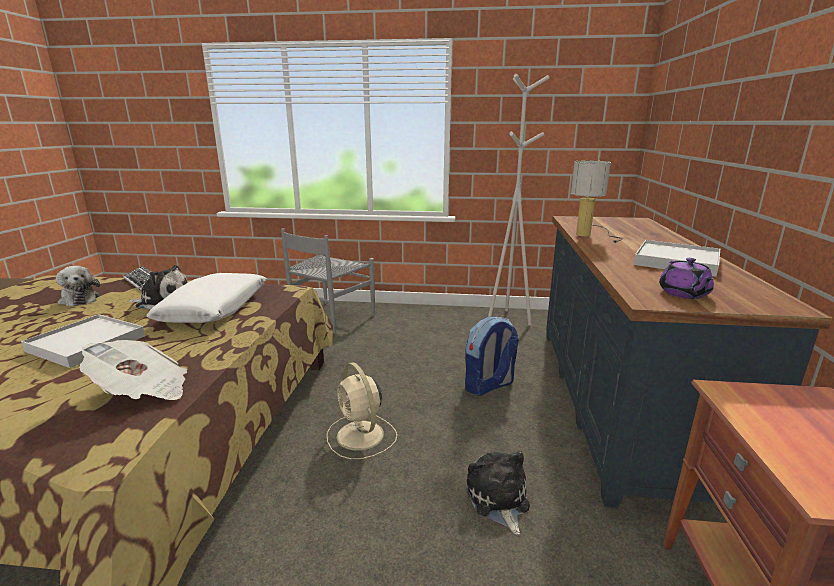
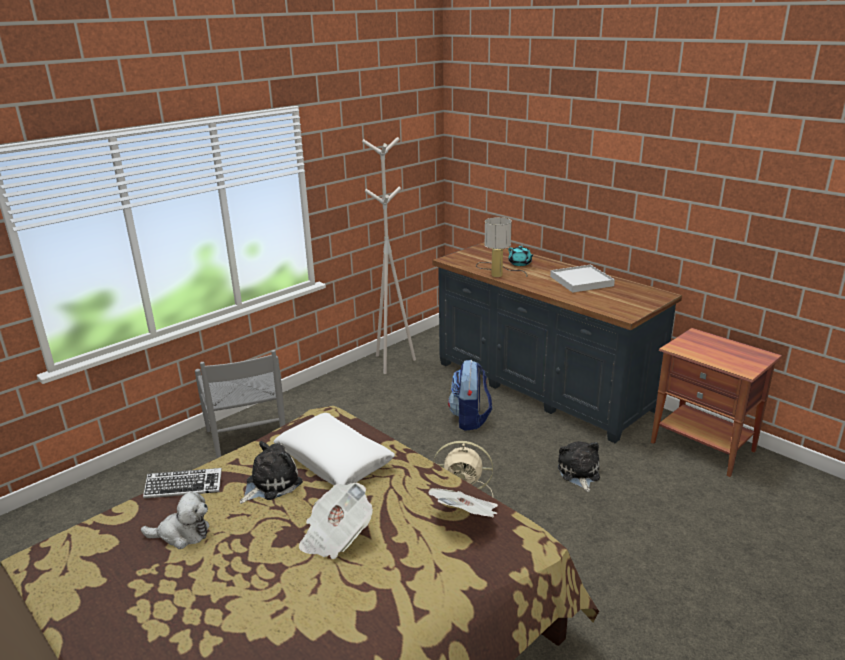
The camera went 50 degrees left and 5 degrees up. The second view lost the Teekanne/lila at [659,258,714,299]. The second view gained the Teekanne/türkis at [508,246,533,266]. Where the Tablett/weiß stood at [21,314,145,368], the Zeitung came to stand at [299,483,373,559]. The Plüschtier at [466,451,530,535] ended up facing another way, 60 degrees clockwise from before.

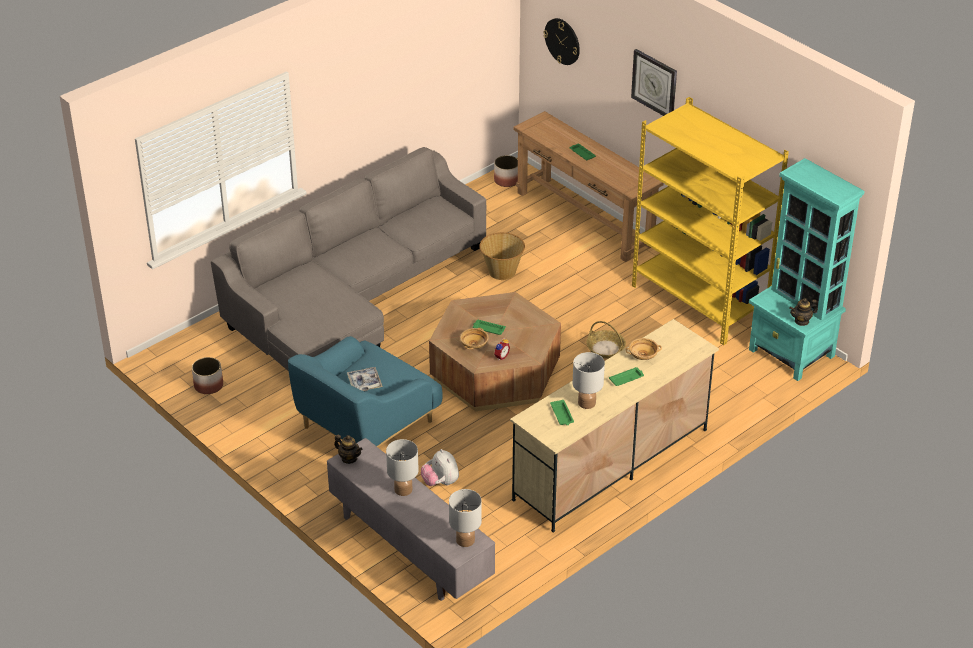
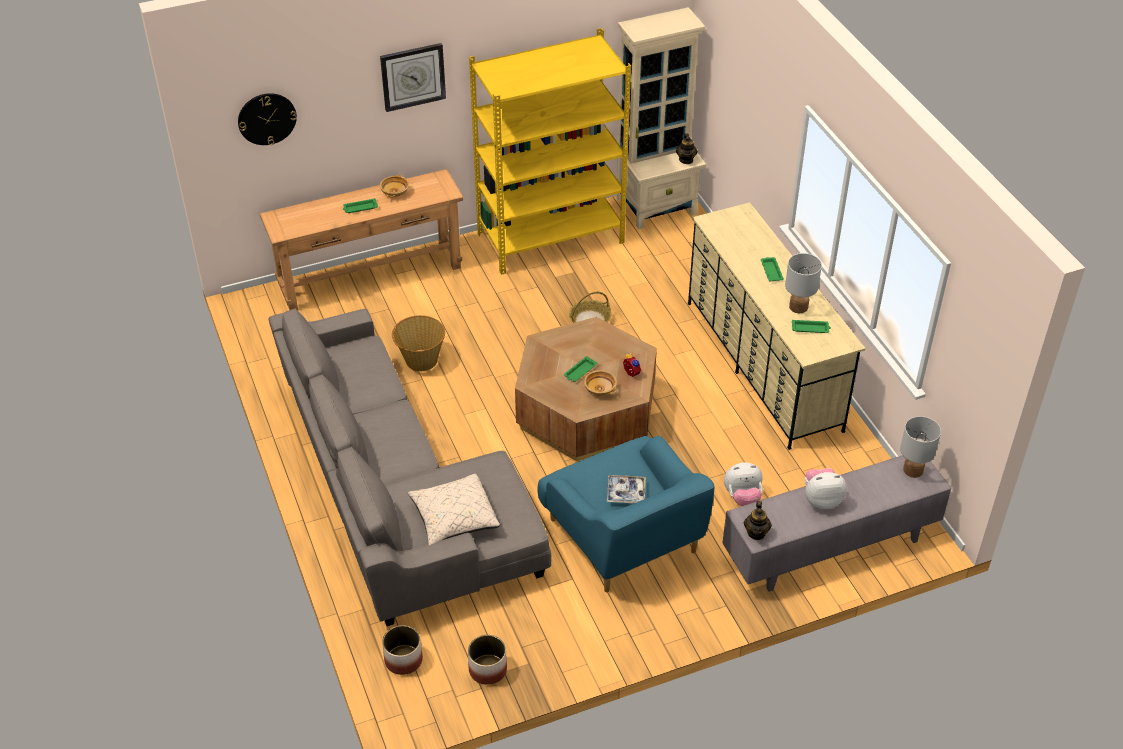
The camera went 70 degrees left and 5 degrees up. The second view gained the Kissen/beige at [408,473,500,545]. The Pflanzkübel ended up elsewhere, having gone from [494,155,518,187] to [382,625,423,675]. The Schüssel/beige ended up elsewhere, having gone from [626,338,662,360] to [380,175,409,197]. Where the Tischlampe/grau stood at [386,439,419,496], the Plüschtier came to stand at [805,468,847,509]. What was the Schrank/türkis at [749,158,865,381] turned into the Schrank/beige at [616,7,706,229]. The Teekanne at [334,435,362,464] ended up facing another way, 135 degrees clockwise from before.

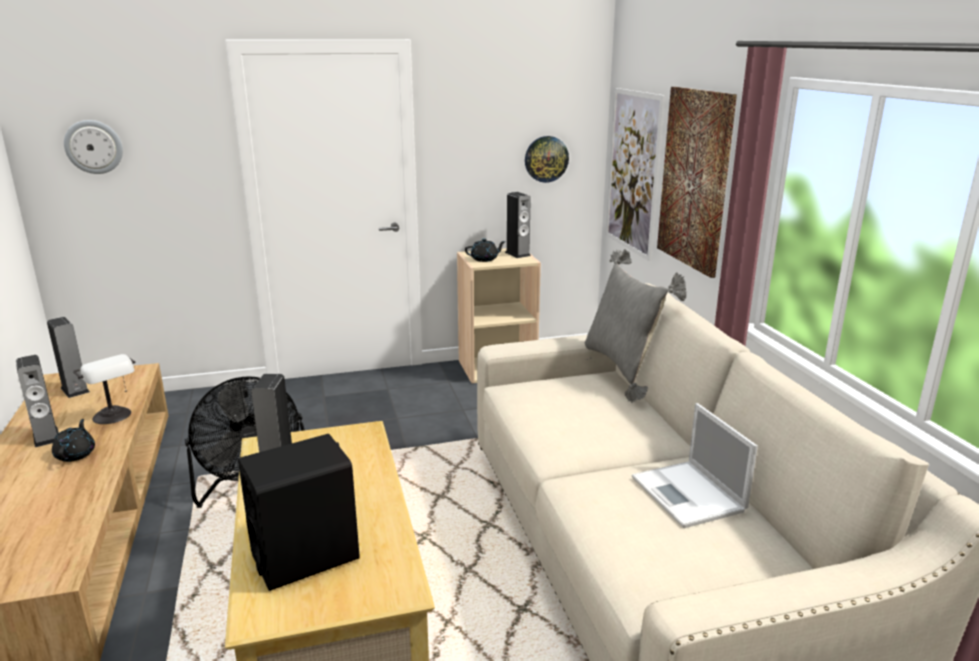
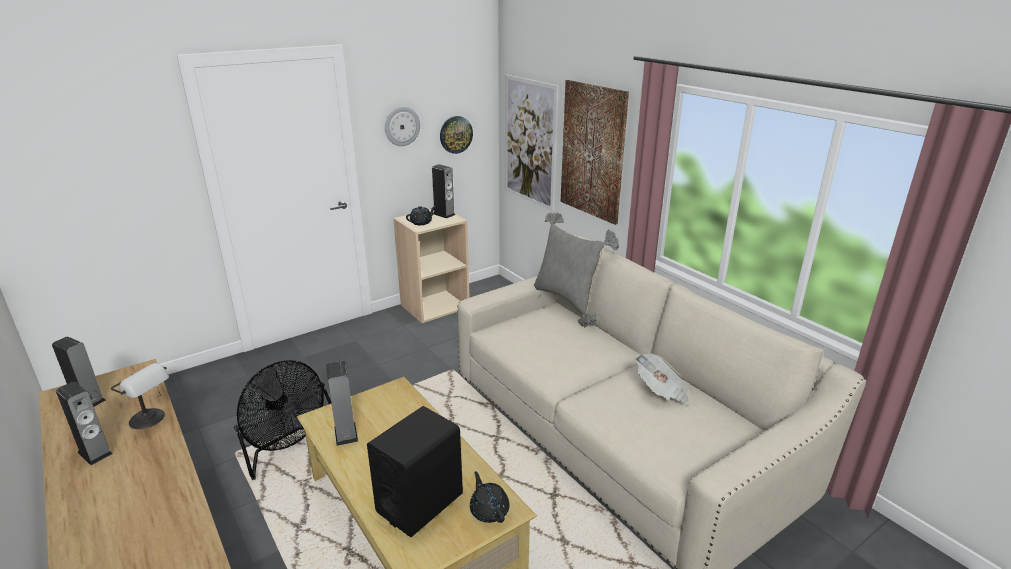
The camera went 20 degrees left and 5 degrees up. The Teekanne/schwarz ended up elsewhere, having gone from [52,419,95,462] to [470,471,510,523]. The Wanduhr ended up elsewhere, having gone from [64,120,123,174] to [385,107,420,146]. Where the Laptop stood at [632,403,758,528], the Zeitung came to stand at [635,353,689,405].

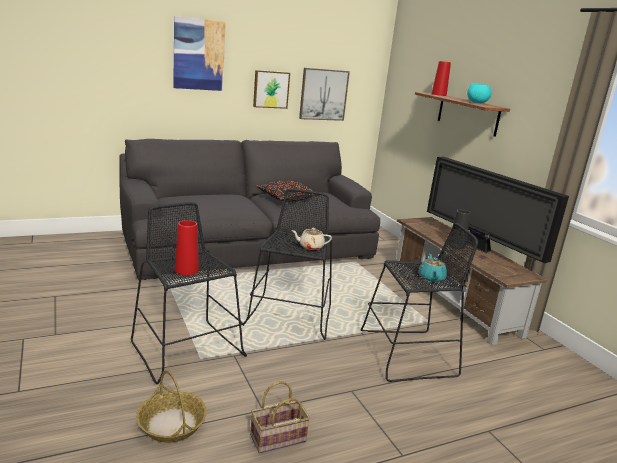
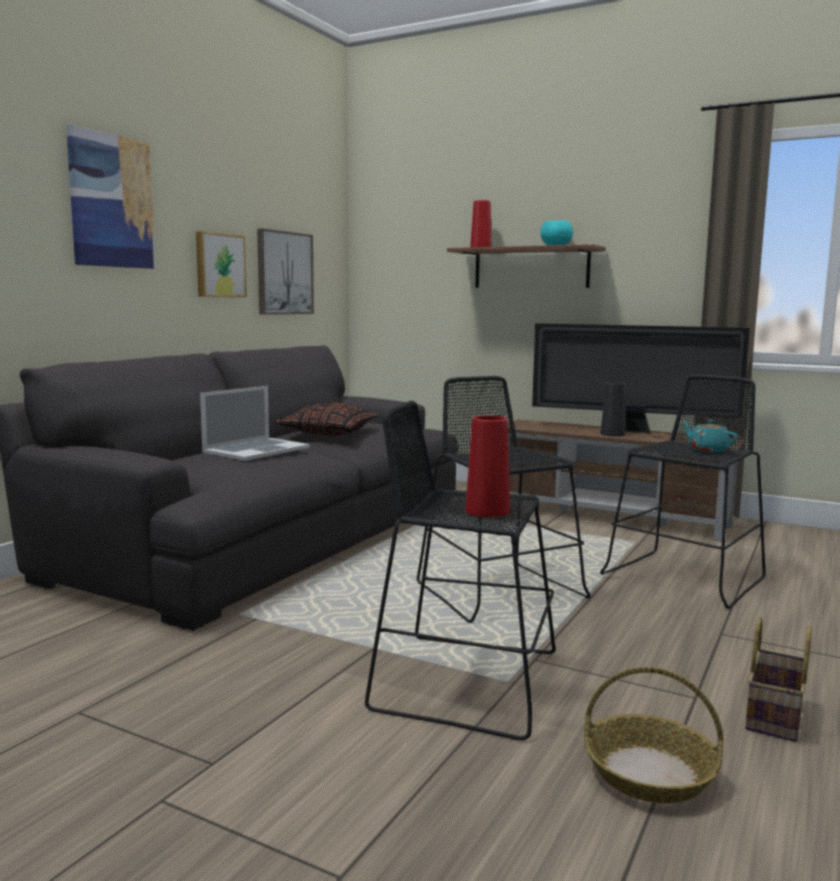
The camera went 35 degrees left and 10 degrees down. The second view lost the Teekanne/beige at [291,228,332,250]. The second view gained the Laptop at [200,386,310,461].

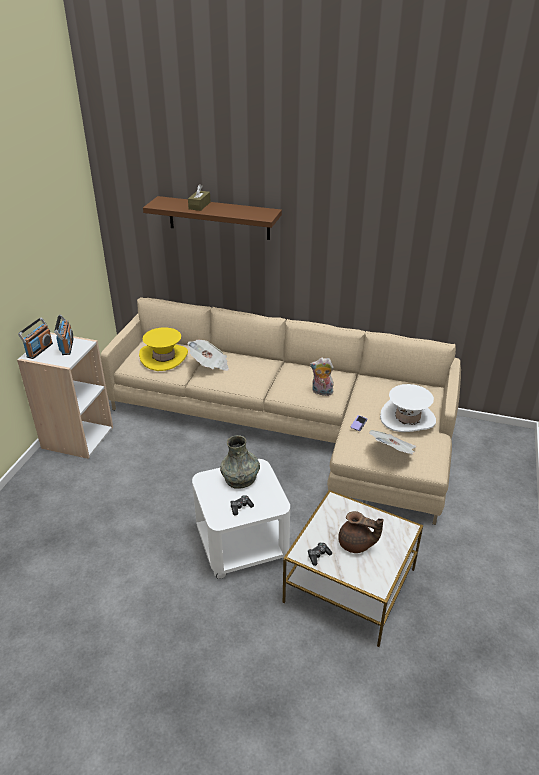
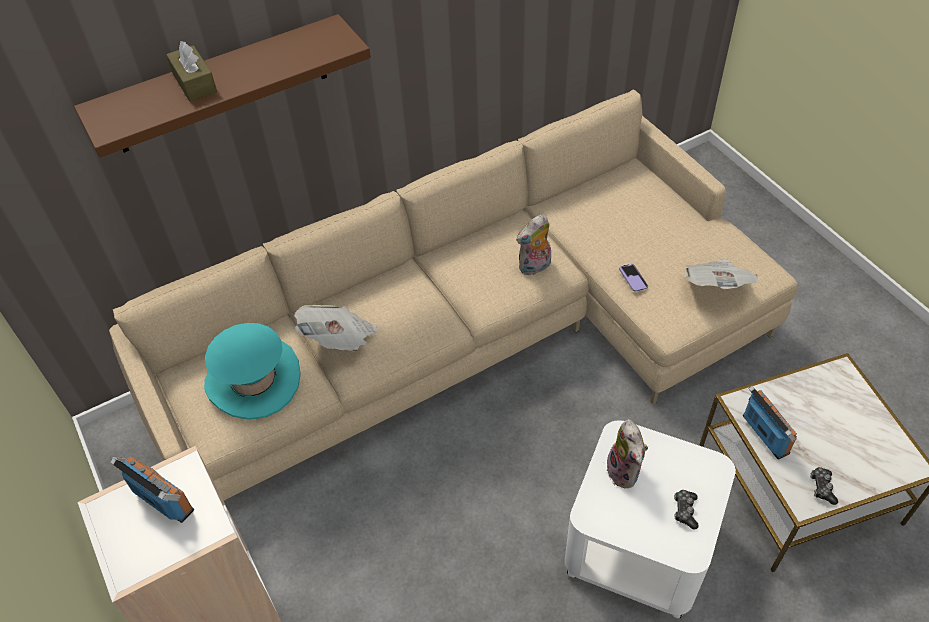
The camera went 45 degrees left and 15 degrees up. The second view lost the Teekanne/braun at [338,511,384,553]. The second view lost the Hut/weiß at [380,384,436,432]. The Radio ended up elsewhere, having gone from [18,317,53,359] to [743,386,797,459]. Where the Vase/grau stood at [220,435,260,489], the Plüschtier came to stand at [607,419,648,488]. What was the Hut/gelb at [139,327,188,371] turned into the Hut/türkis at [204,323,301,420].

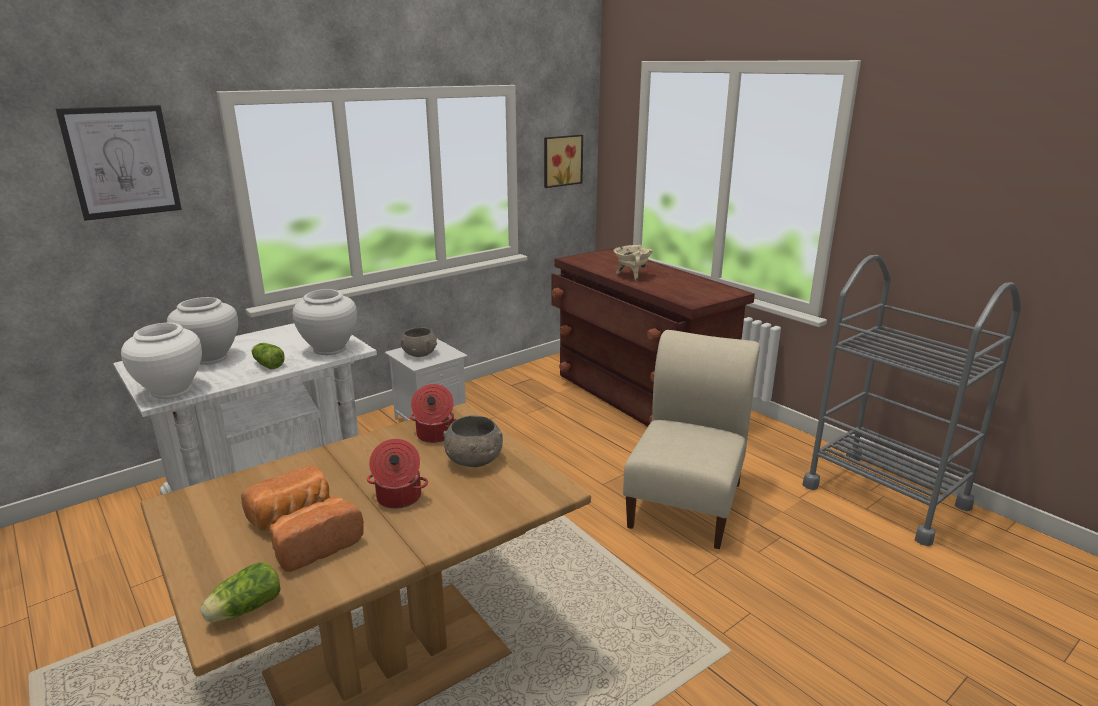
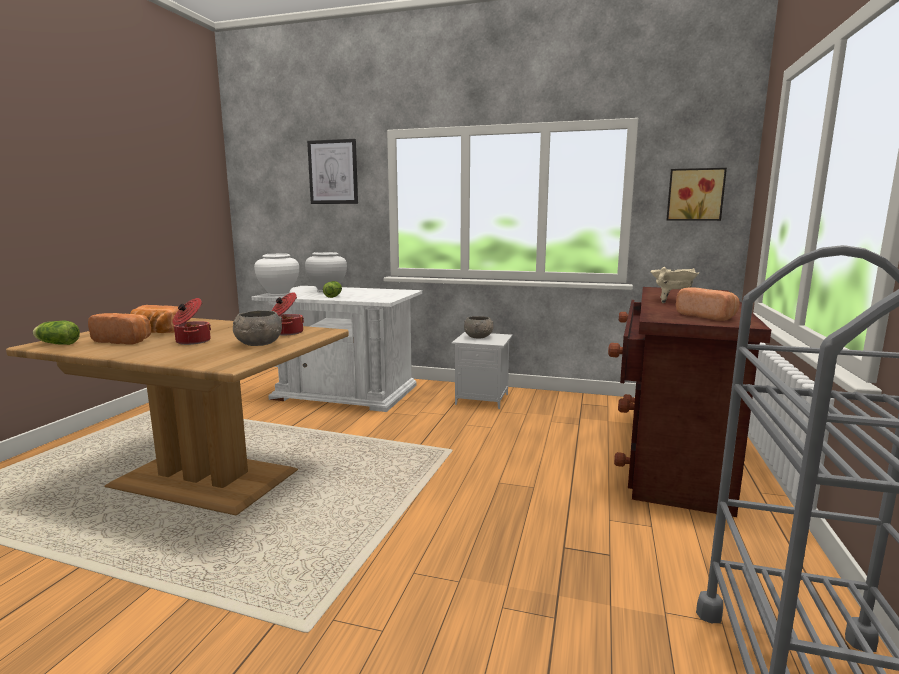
The camera went 55 degrees right and 10 degrees down. The second view lost the Vase/weiß at [292,289,357,355]. The second view lost the Stuhl/beige at [623,330,760,549]. The second view gained the Brot at [676,287,740,321].

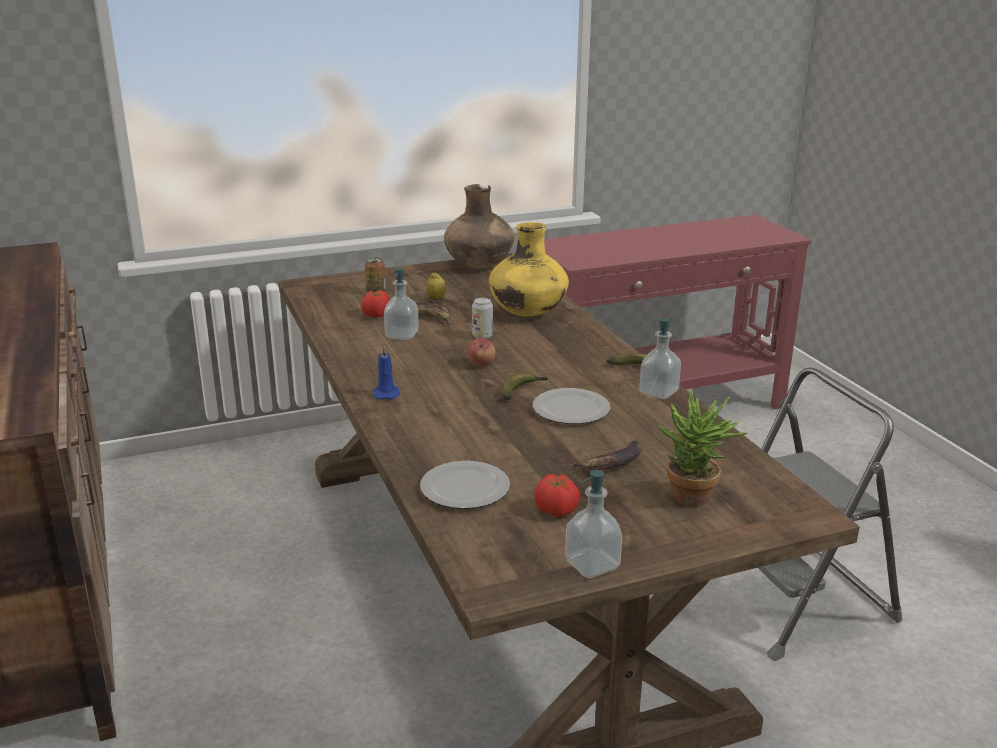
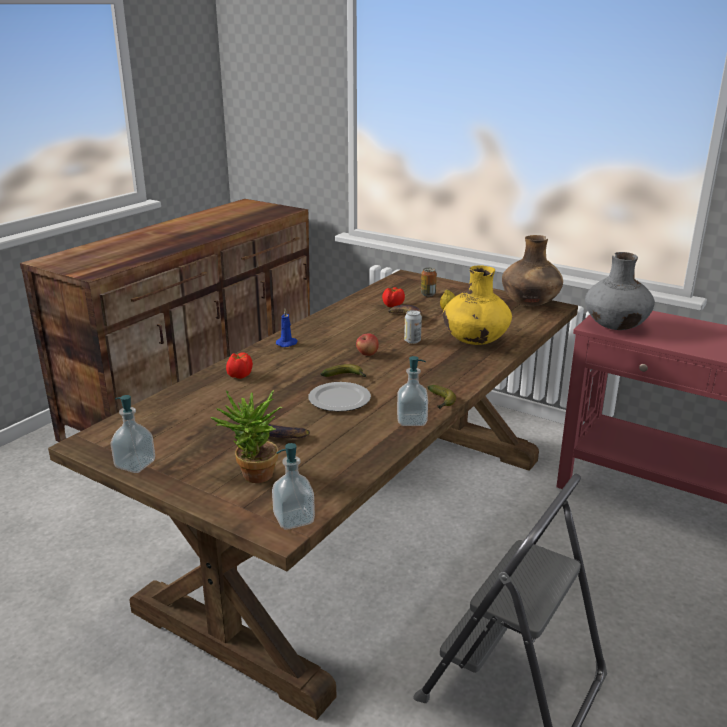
The camera went 55 degrees right and 0 degrees up. The second view lost the Teller at [420,461,510,509]. The second view gained the Vase/grau at [585,252,655,330]. The Seifenspender ended up elsewhere, having gone from [384,268,419,340] to [272,443,315,530]. The Tomate ended up elsewhere, having gone from [534,474,580,517] to [226,353,253,379].

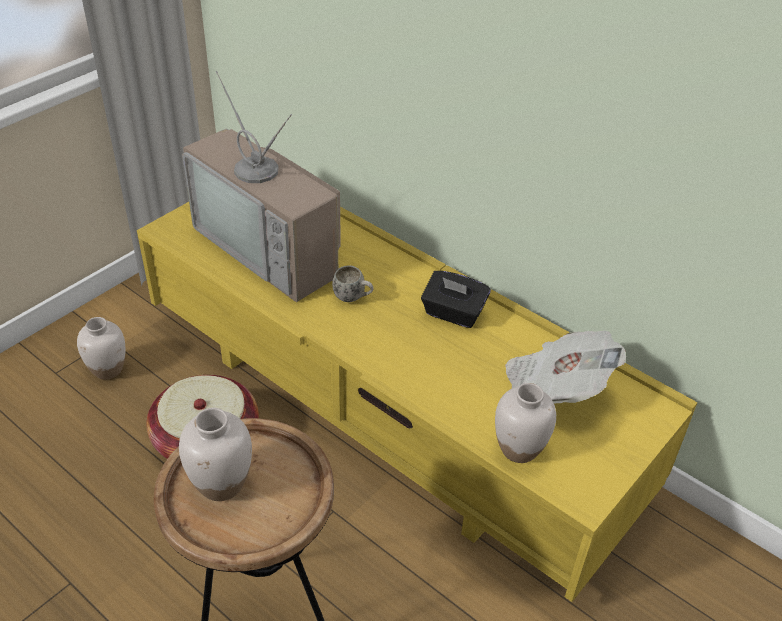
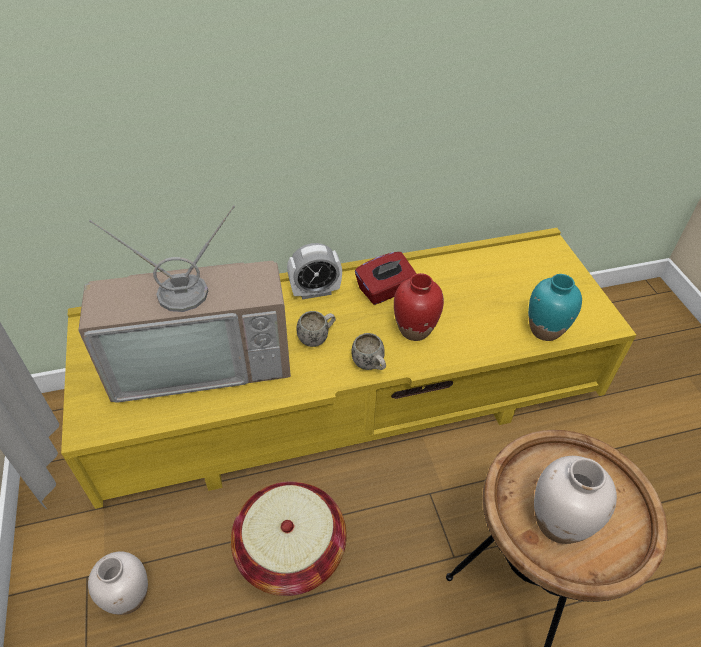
The camera went 55 degrees left and 5 degrees up. The second view lost the Zeitung at [505,331,626,404]. The second view gained the Wecker at [287,243,342,299]. The second view gained the Henkelbecher/weiß at [351,333,386,370]. The second view gained the Vase/rot at [394,273,444,341]. What was the Taschentuchbox/schwarz at [421,271,491,328] turned into the Taschentuchbox/rot at [355,252,417,305]. What was the Vase/weiß at [495,383,556,463] turned into the Vase/türkis at [528,274,582,341].

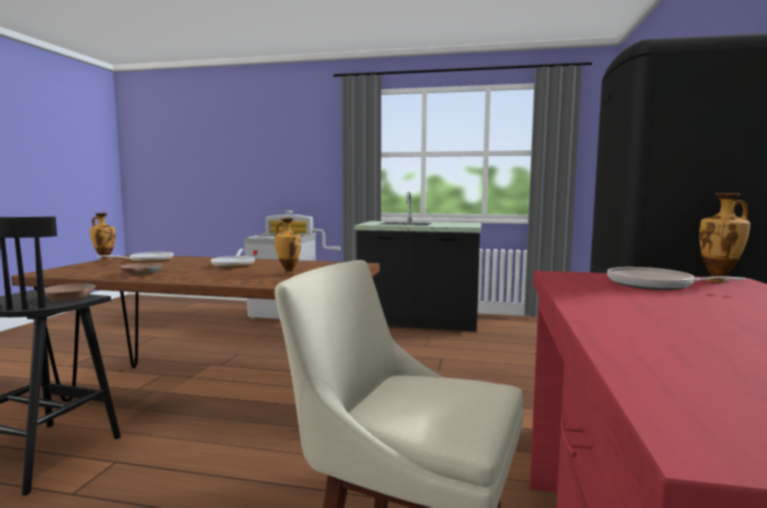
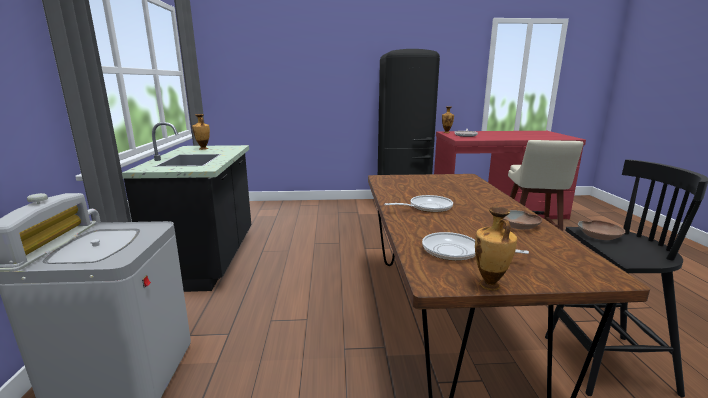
The camera went 105 degrees left and 10 degrees up. The Vase ended up elsewhere, having gone from [275,218,301,275] to [192,114,210,150].

